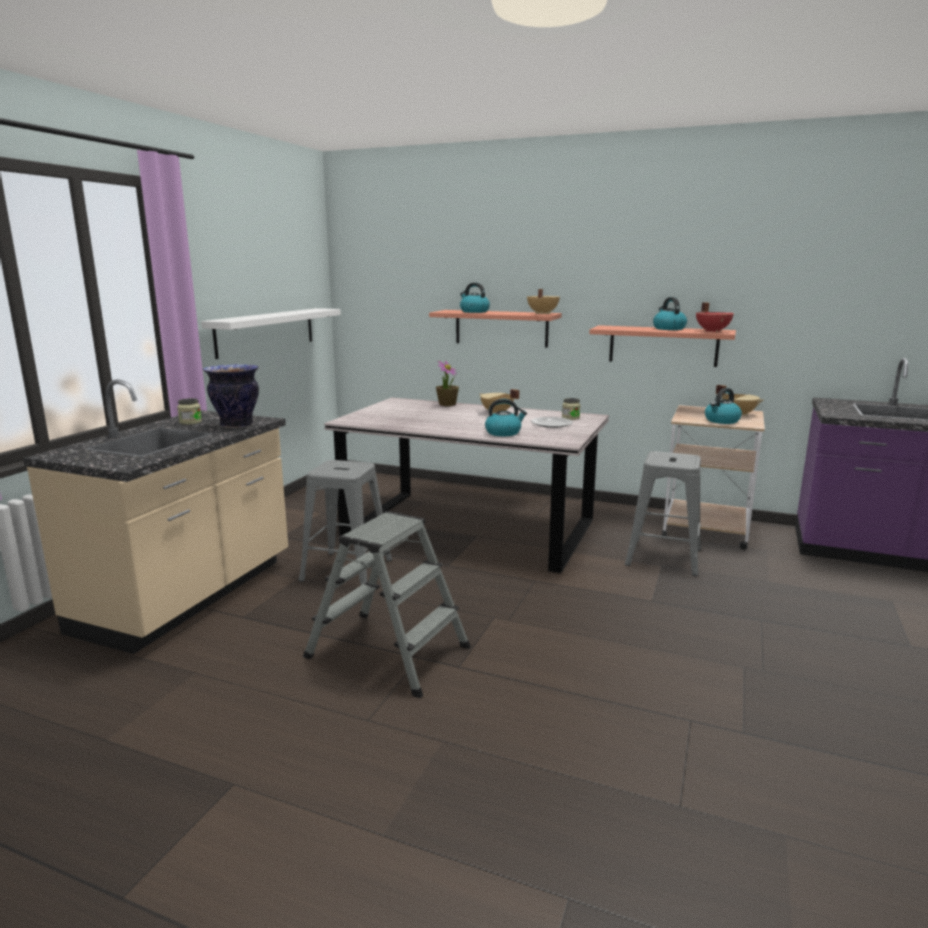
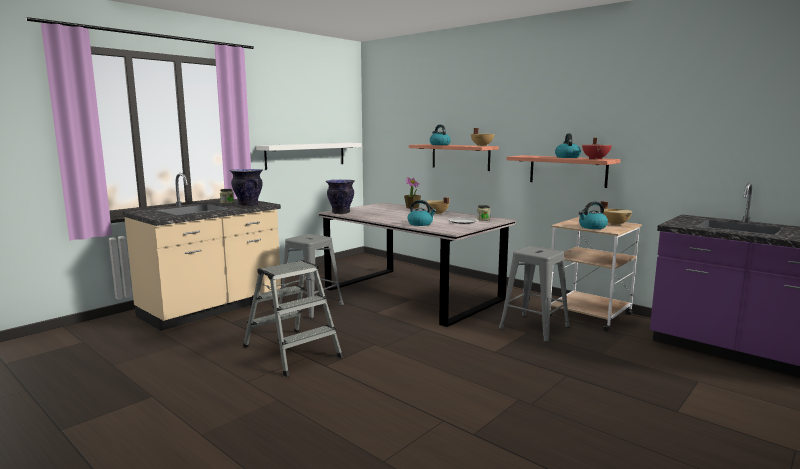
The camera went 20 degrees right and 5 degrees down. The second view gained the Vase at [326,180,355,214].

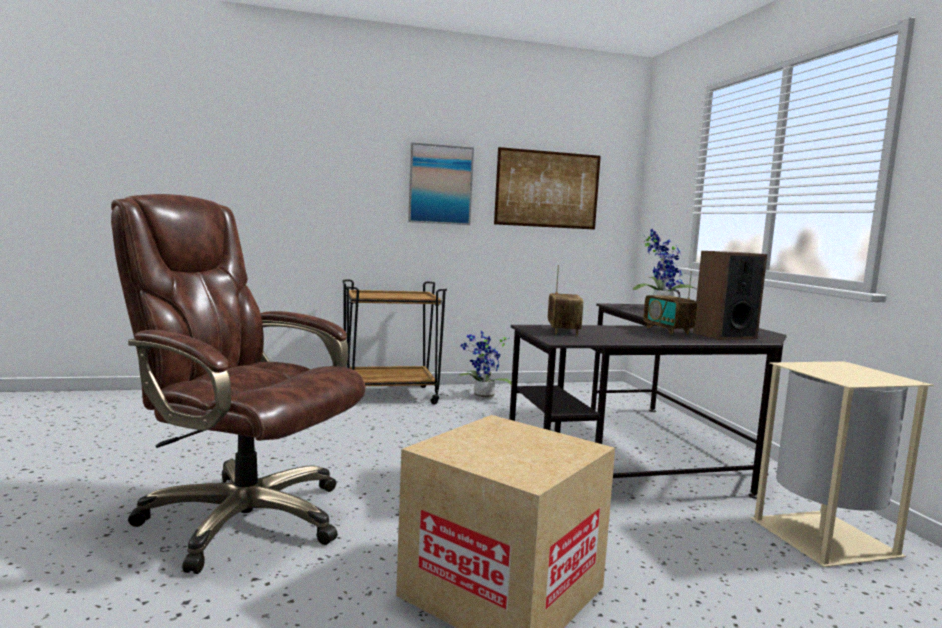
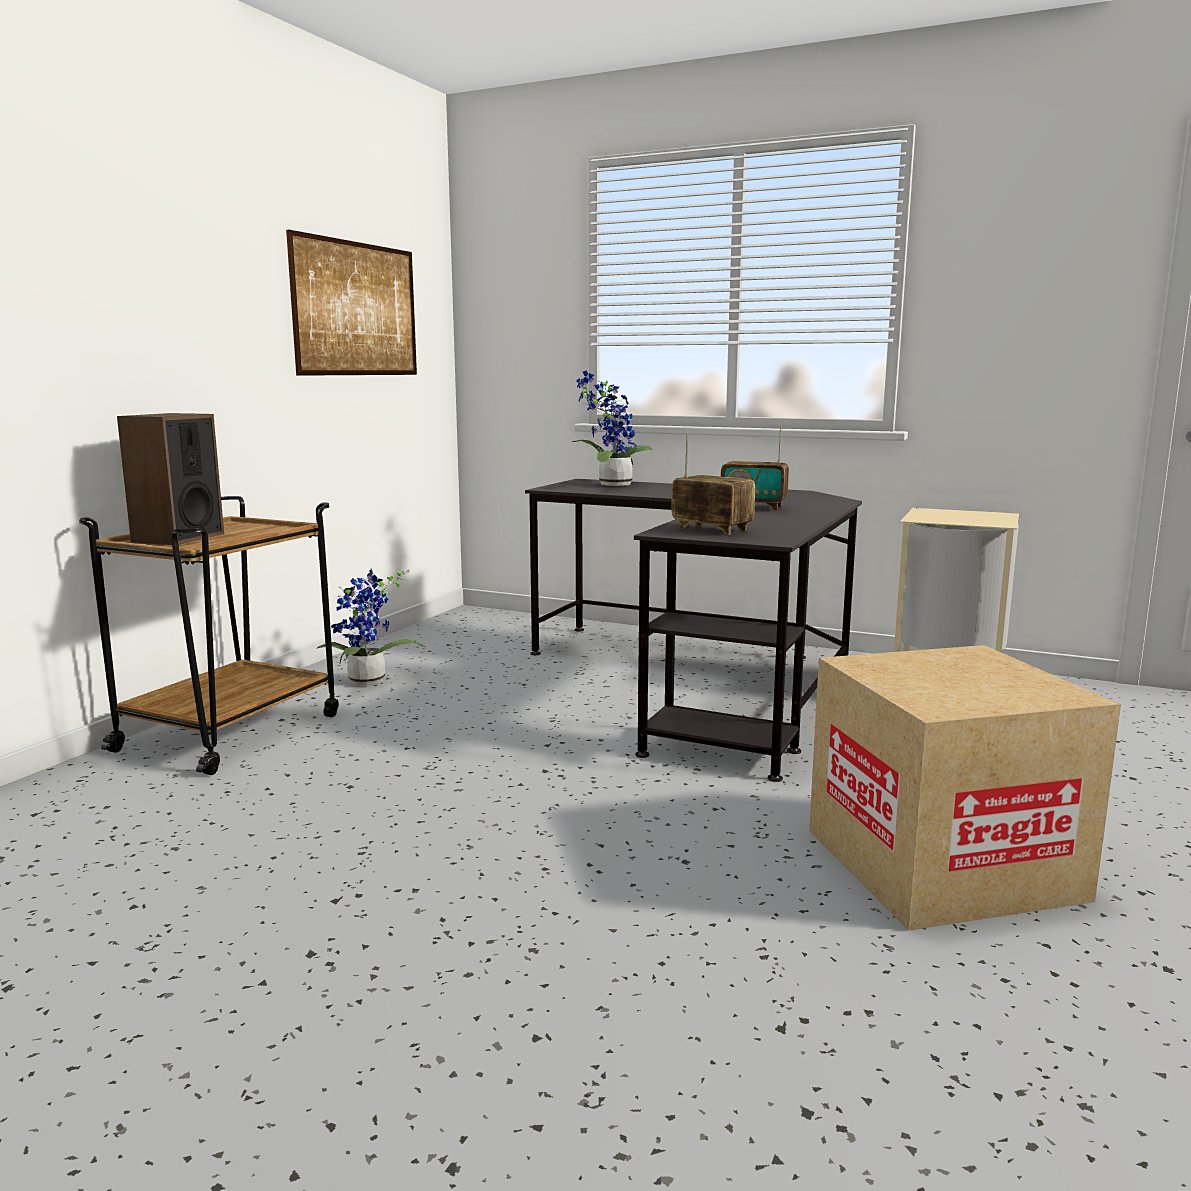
The camera went 50 degrees left and 5 degrees up. The second view lost the Bürostuhl/braun at [111,194,365,574]. The second view lost the Bild at [408,142,474,225]. The Lautsprecher ended up elsewhere, having gone from [693,251,767,340] to [117,413,224,545].

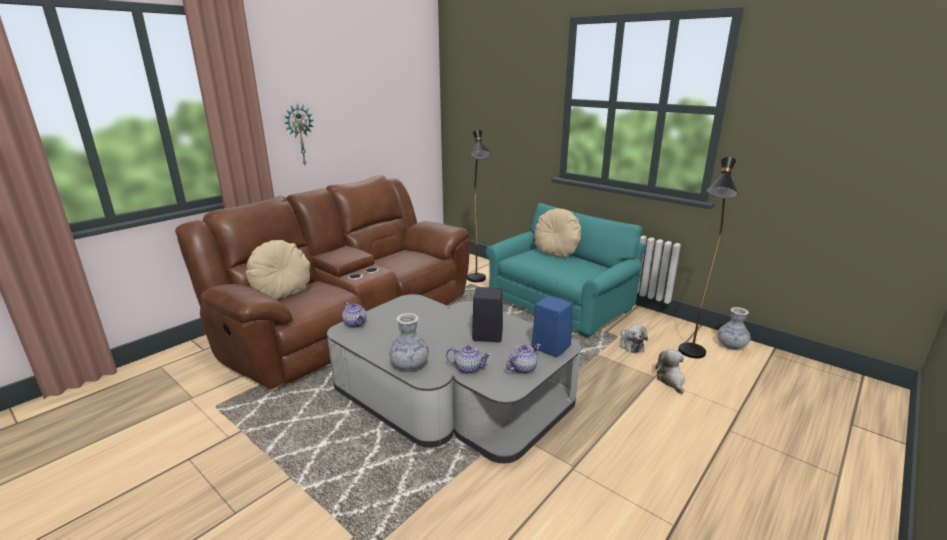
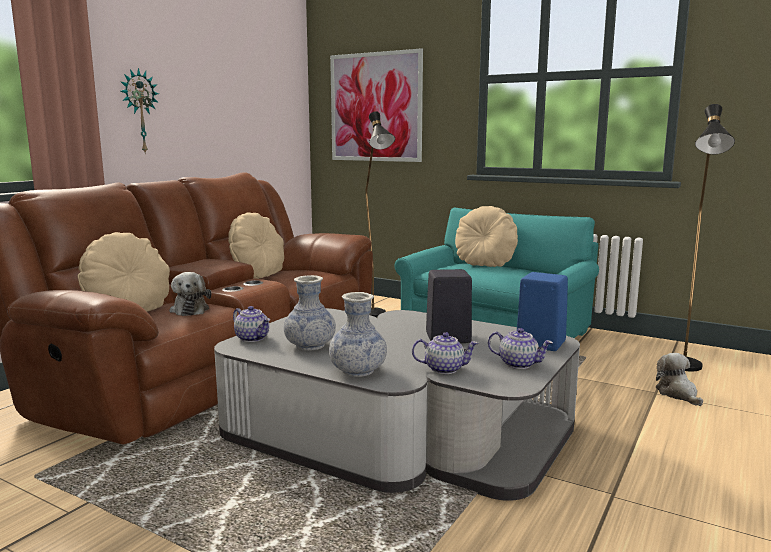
The camera went 10 degrees left and 10 degrees down. The second view gained the Kissen/beige at [228,212,284,279]. The second view gained the Bild at [330,48,423,162]. The Plüschtier ended up elsewhere, having gone from [619,325,648,353] to [169,272,211,316]. The Vase ended up elsewhere, having gone from [717,307,750,350] to [284,275,336,351]. The Teekanne at [506,344,541,374] ended up facing another way, 75 degrees clockwise from before.

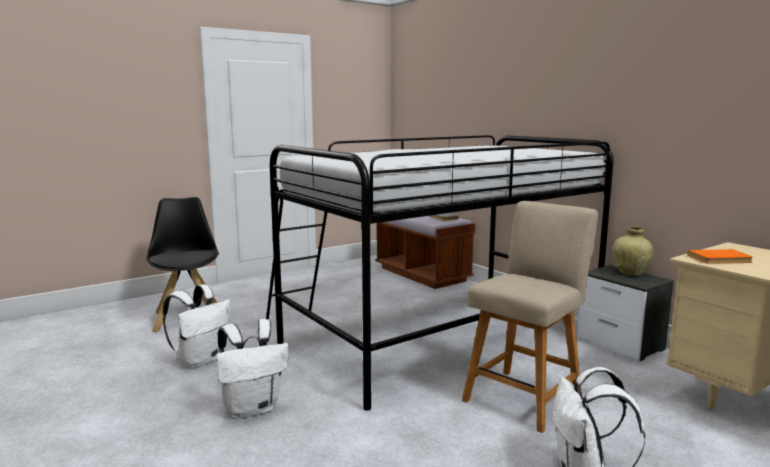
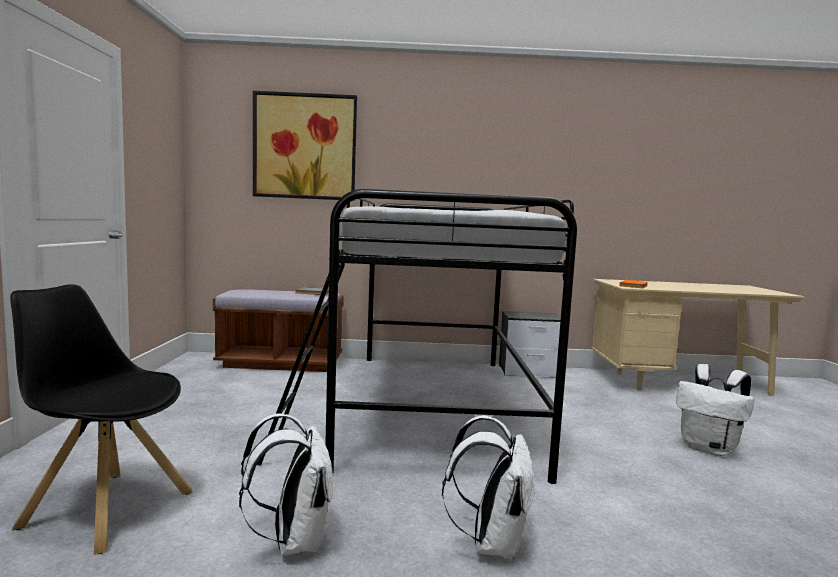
The camera went 55 degrees left and 5 degrees down. The second view lost the Stuhl/beige at [462,201,598,433]. The second view lost the Vase/beige at [613,227,654,276]. The second view gained the Bild at [253,91,357,201].

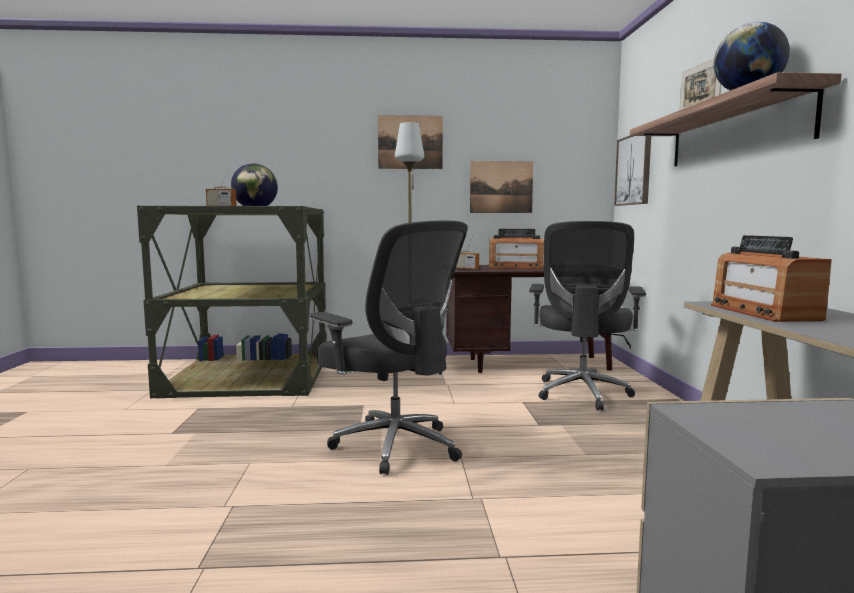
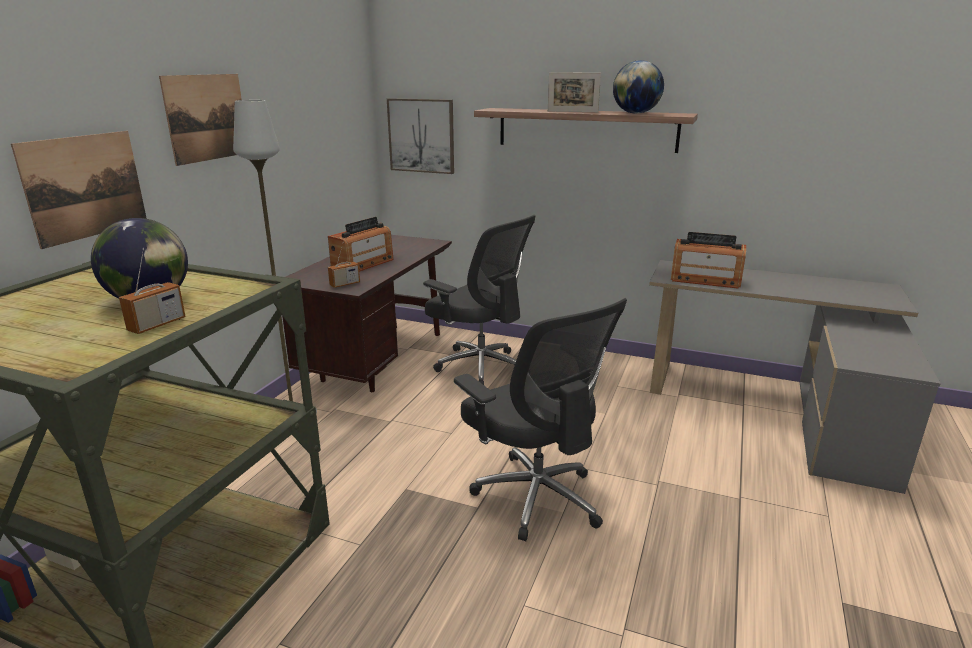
The camera went 65 degrees left and 15 degrees up. The Bild ended up elsewhere, having gone from [470,161,533,213] to [11,131,147,249]. The Bürostuhl at [310,221,468,475] ended up facing another way, 75 degrees clockwise from before.

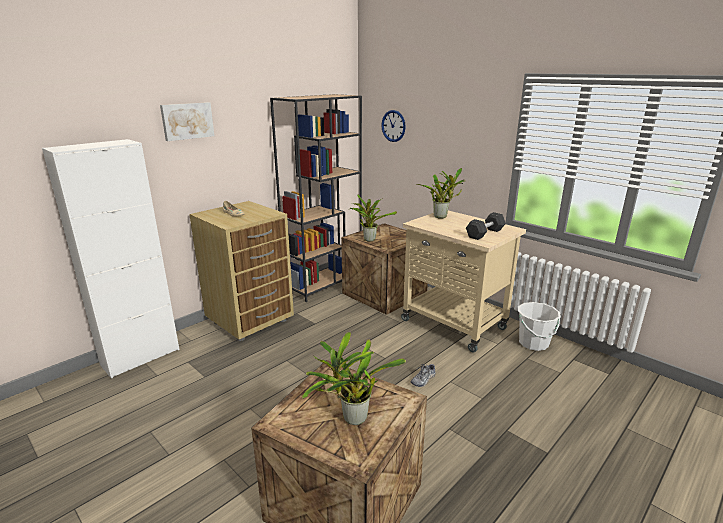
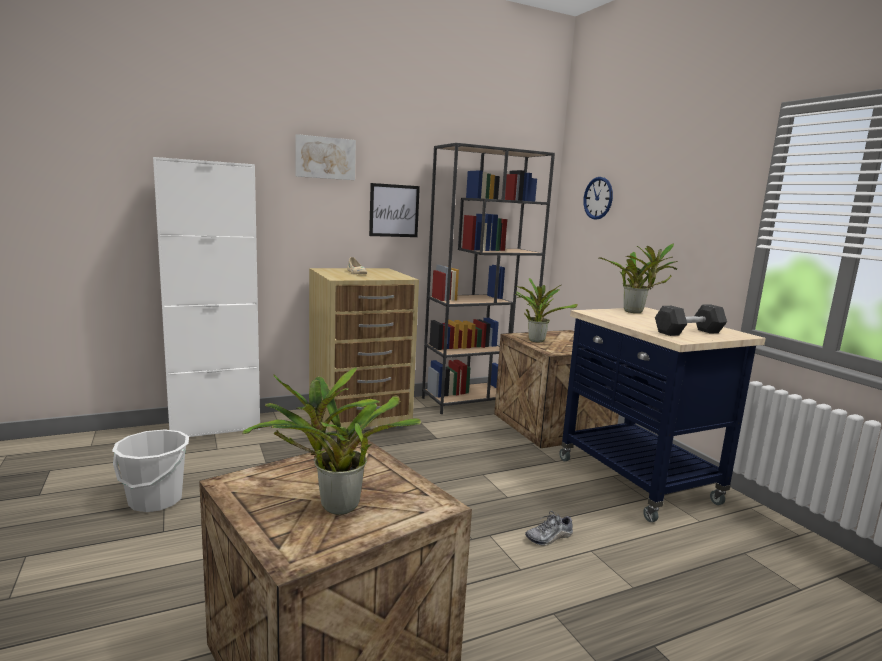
The camera went 20 degrees right and 10 degrees down. The second view gained the Bild at [369,183,420,237]. The Eimer/weiß ended up elsewhere, having gone from [518,302,561,351] to [112,429,189,512]. What was the Rollwagen/beige at [401,211,526,353] turned into the Rollwagen/blau at [559,307,766,522].

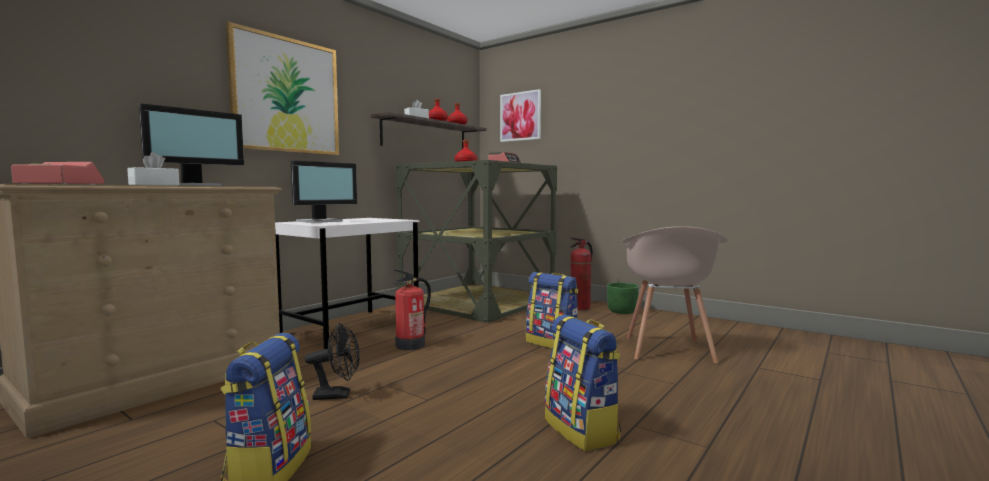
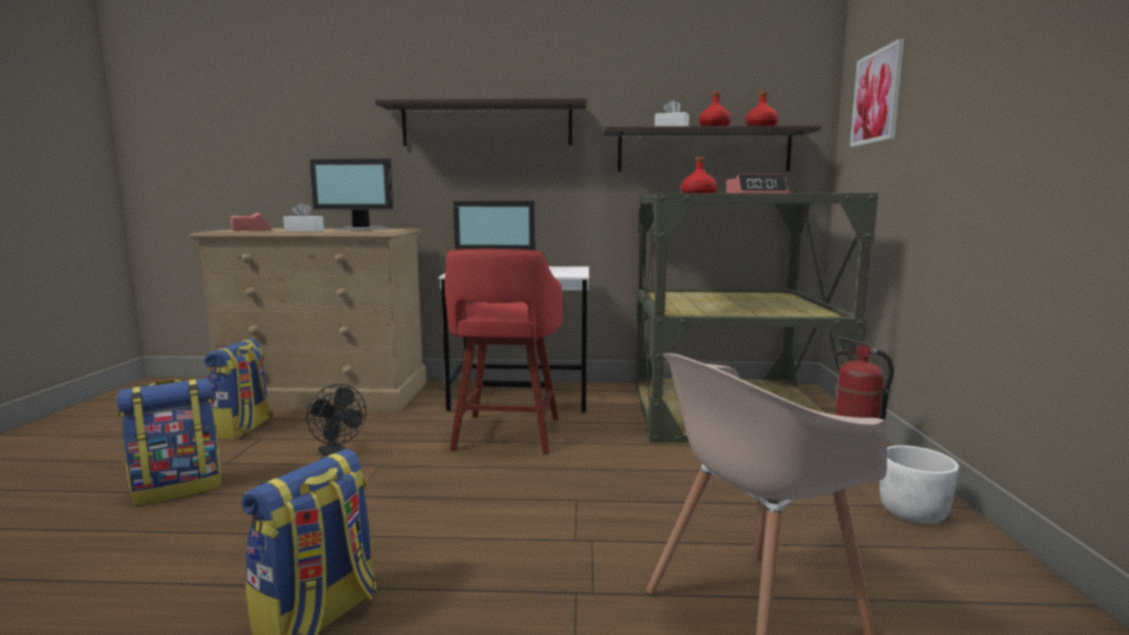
The camera went 55 degrees right and 5 degrees up. The Rucksack ended up elsewhere, having gone from [526,272,578,349] to [205,339,273,439]. Where the Bild hung at [226,22,339,155], the Wandregal came to hang at [375,98,587,146]. Where the Feuerlöscher stood at [393,270,431,350], the Hocker/rot came to stand at [445,249,563,454]. What was the Pflanzkübel/grün at [607,282,639,314] turned into the Pflanzkübel/weiß at [880,446,959,524].

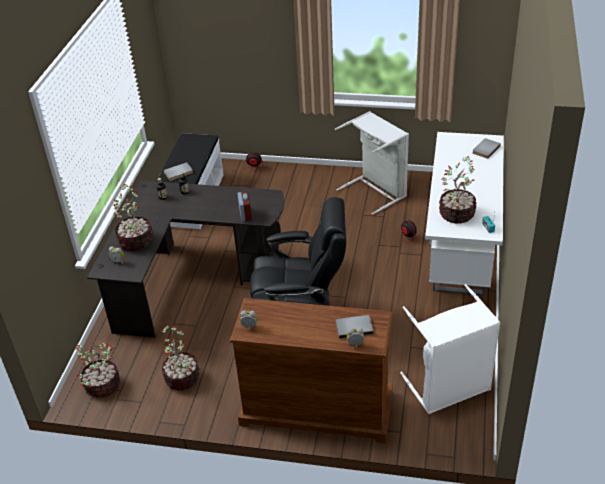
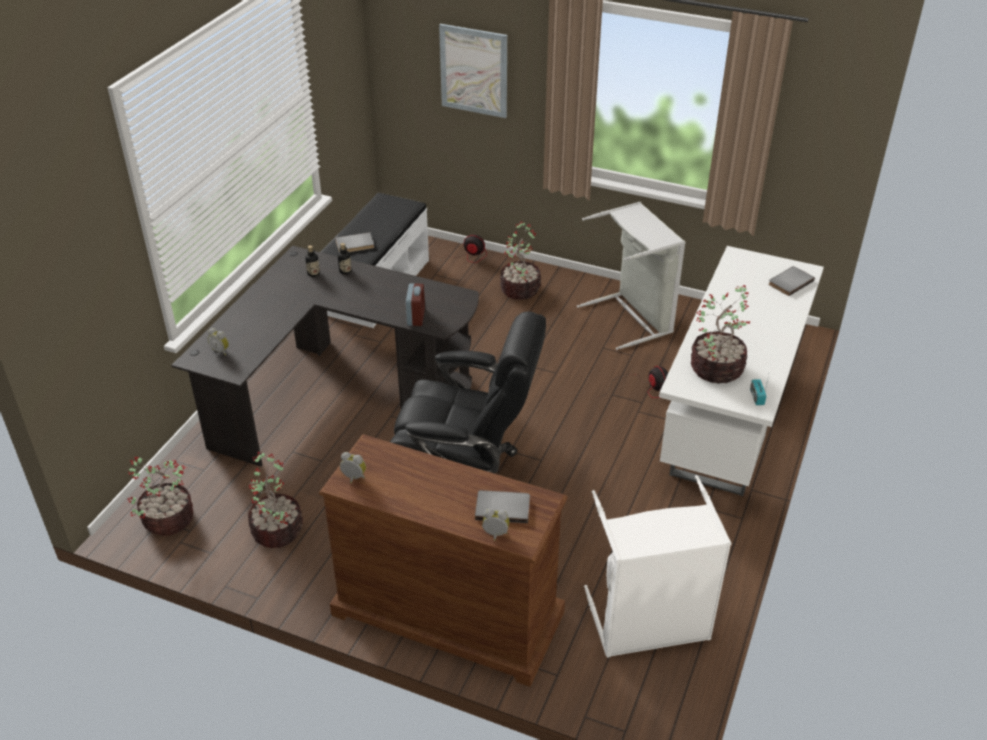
The camera went 10 degrees right and 0 degrees up. The second view gained the Bild at [439,24,507,118]. The Topfpflanze ended up elsewhere, having gone from [113,184,153,251] to [500,221,541,300].

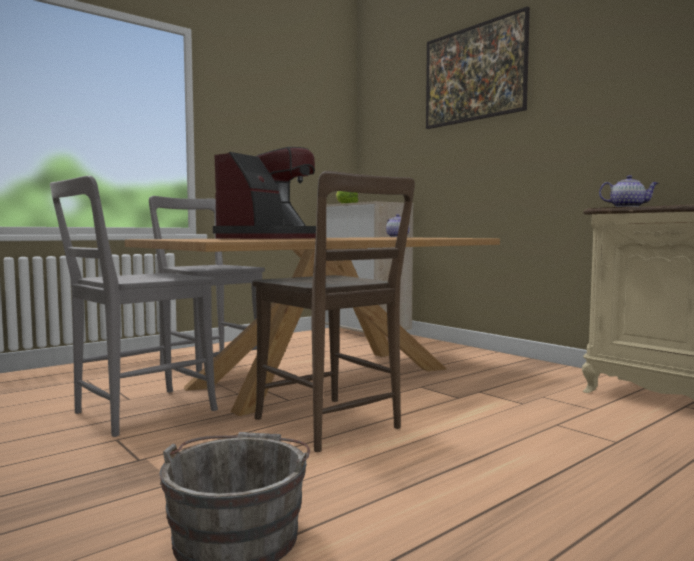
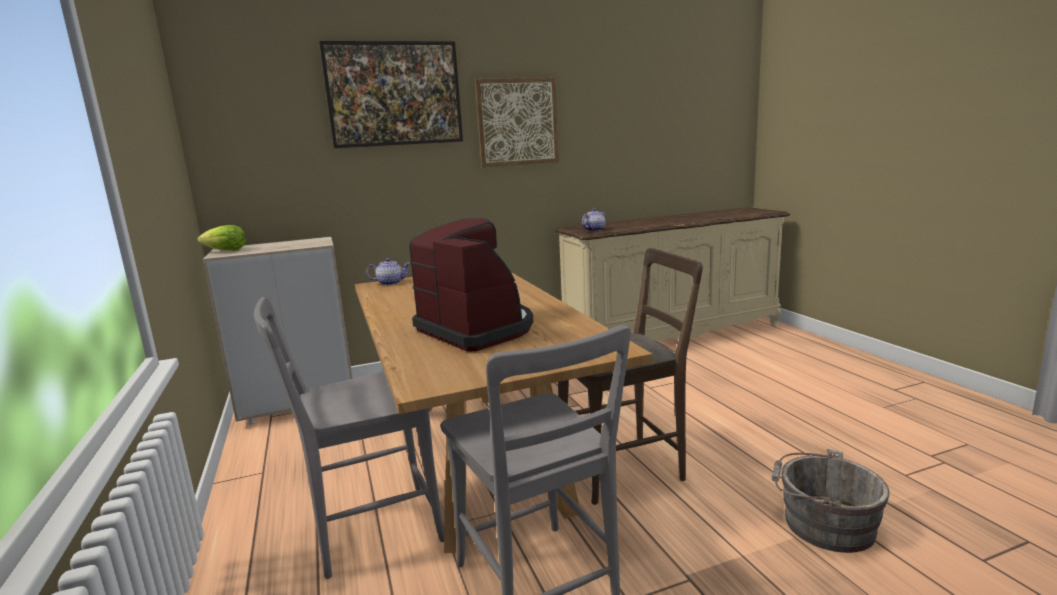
The camera went 70 degrees left and 10 degrees up. The second view gained the Bild at [475,77,559,168].

